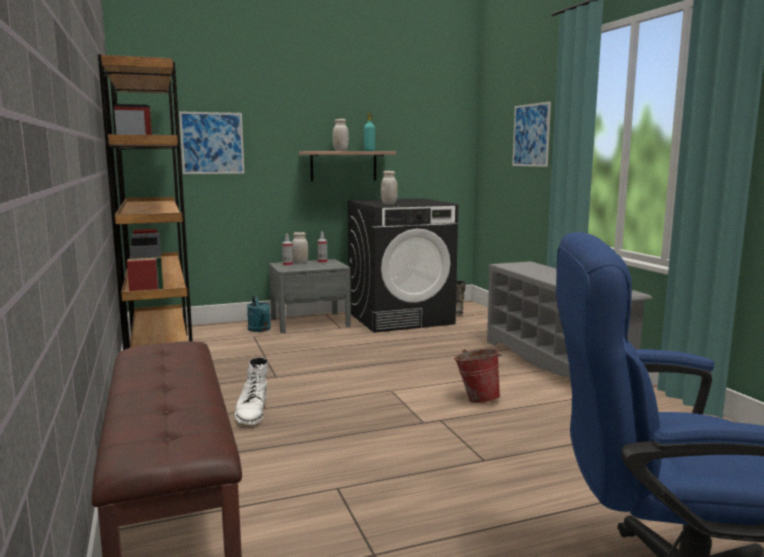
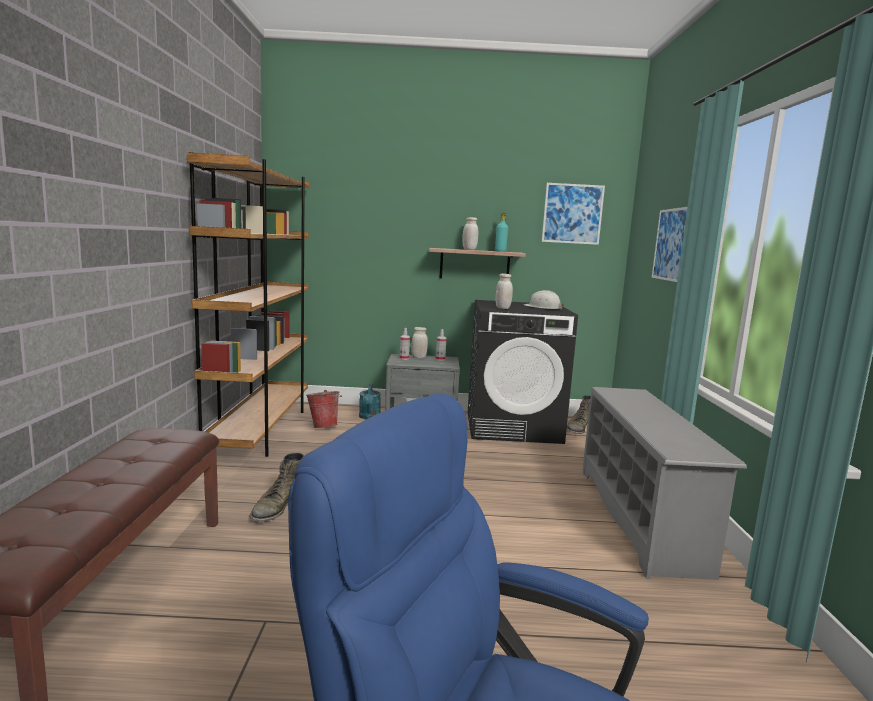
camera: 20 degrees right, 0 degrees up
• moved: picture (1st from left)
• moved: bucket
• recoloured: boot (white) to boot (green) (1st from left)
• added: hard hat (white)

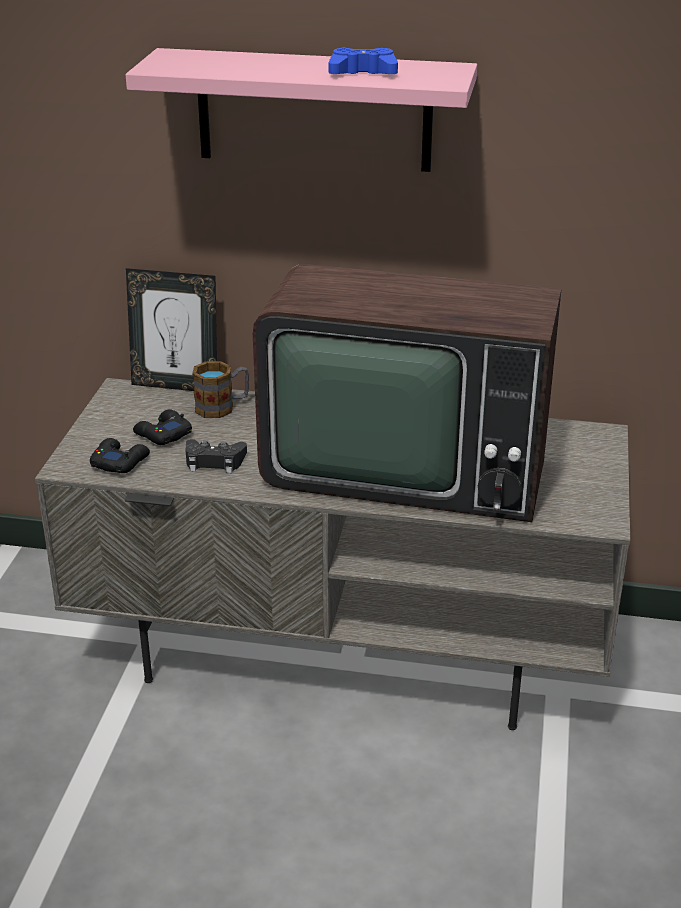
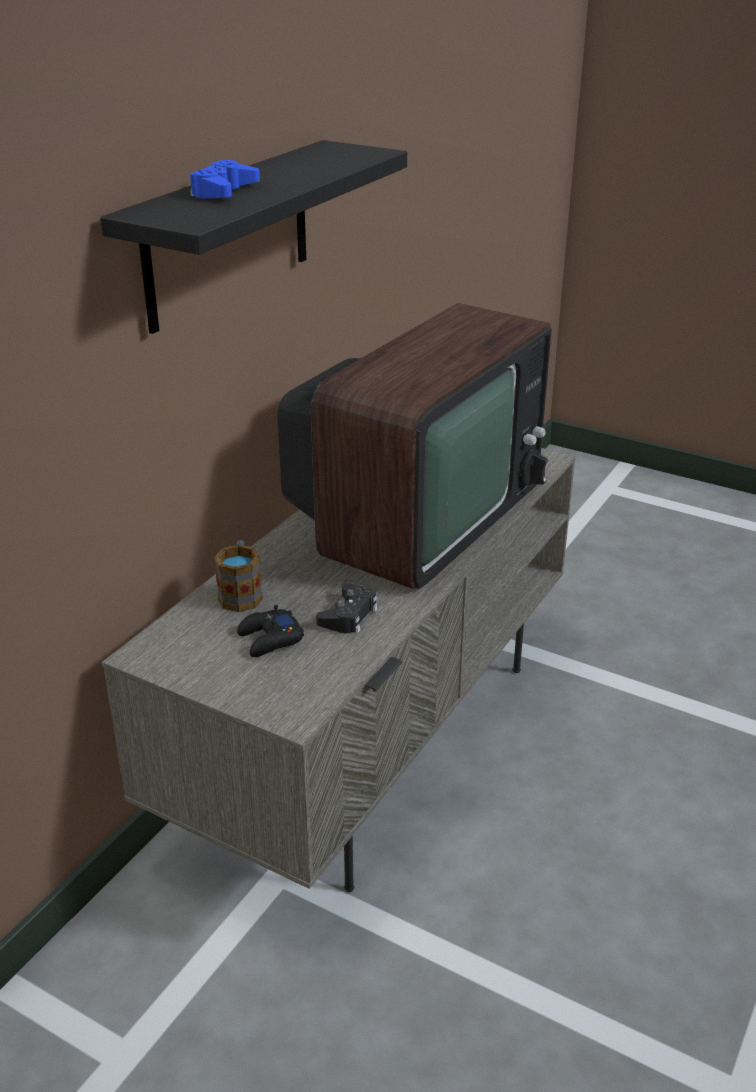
camera: 70 degrees left, 0 degrees up
• moved: game controller (blue)
• recoloured: shelf (pink) to shelf (black)
• removed: picture frame
• removed: game controller (black) (1st from left)

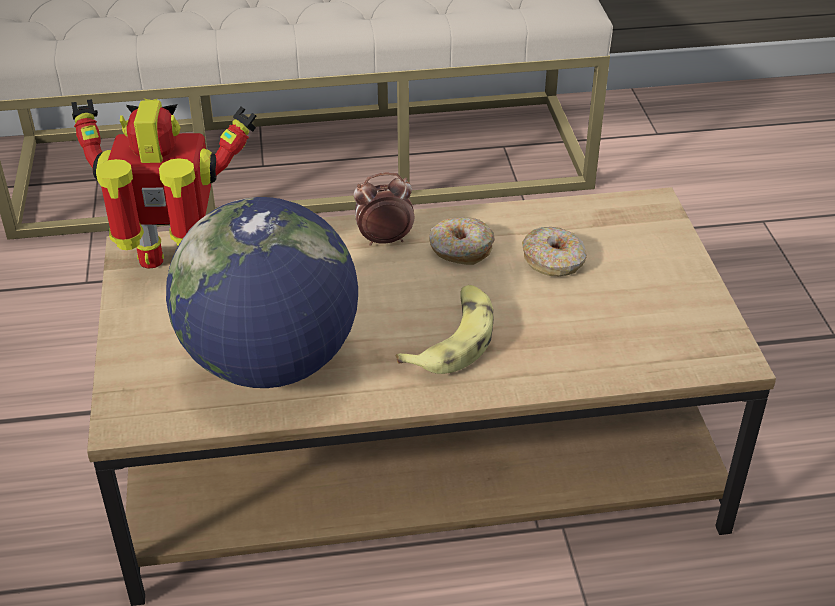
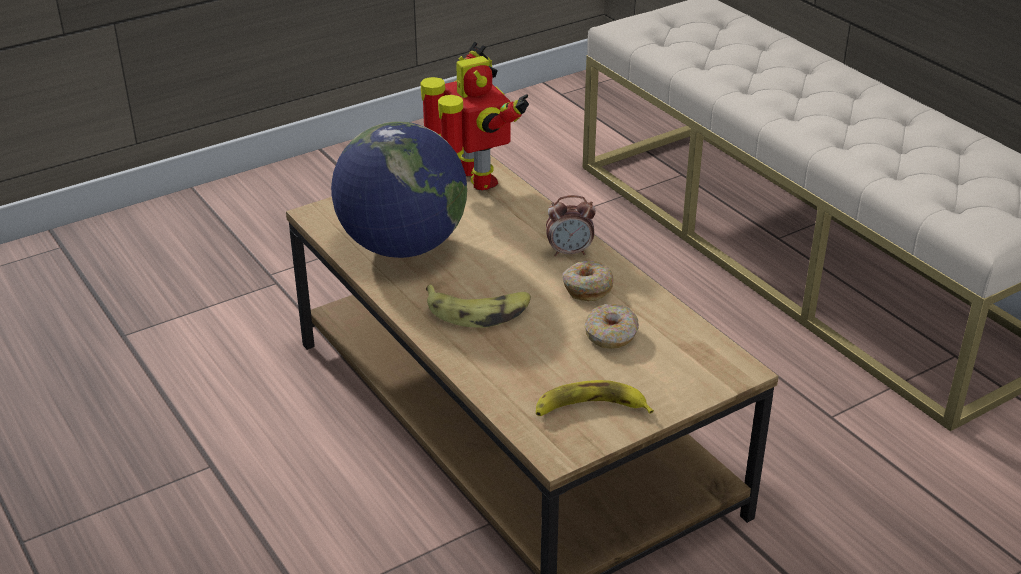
camera: 65 degrees right, 5 degrees down
• turned: alarm clock 120 degrees clockwise
• added: banana (2nd from left)

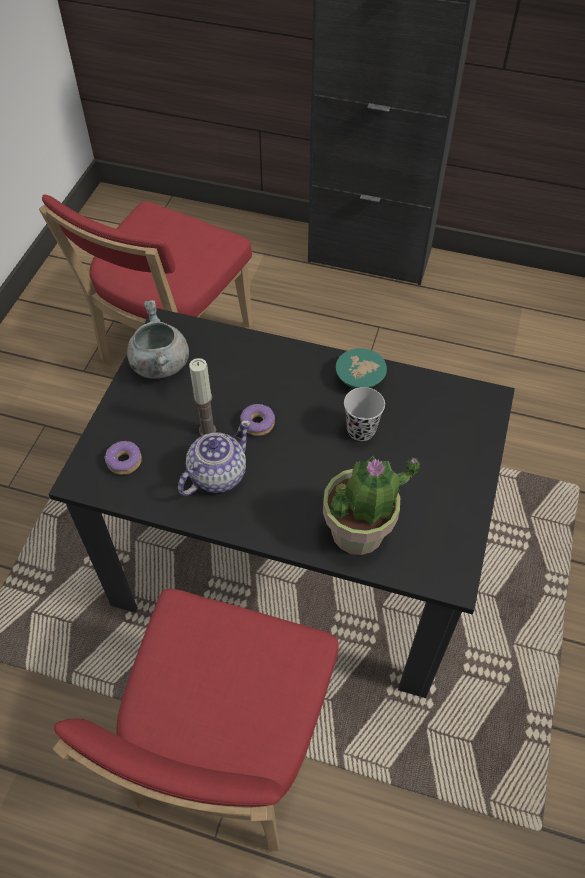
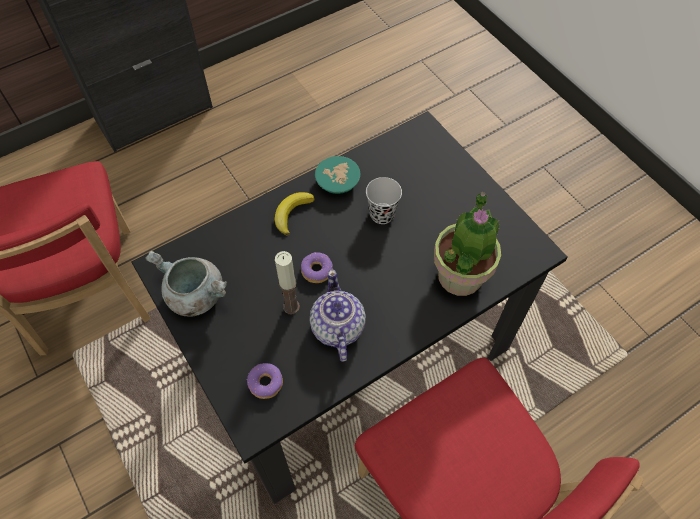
camera: 50 degrees left, 5 degrees up
• added: banana

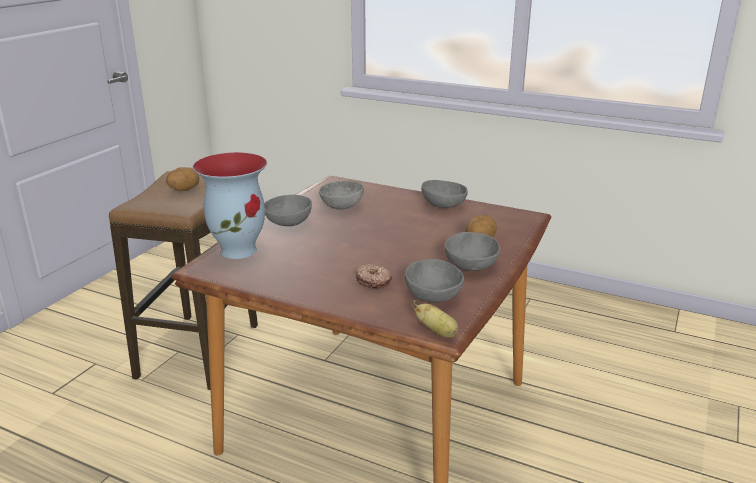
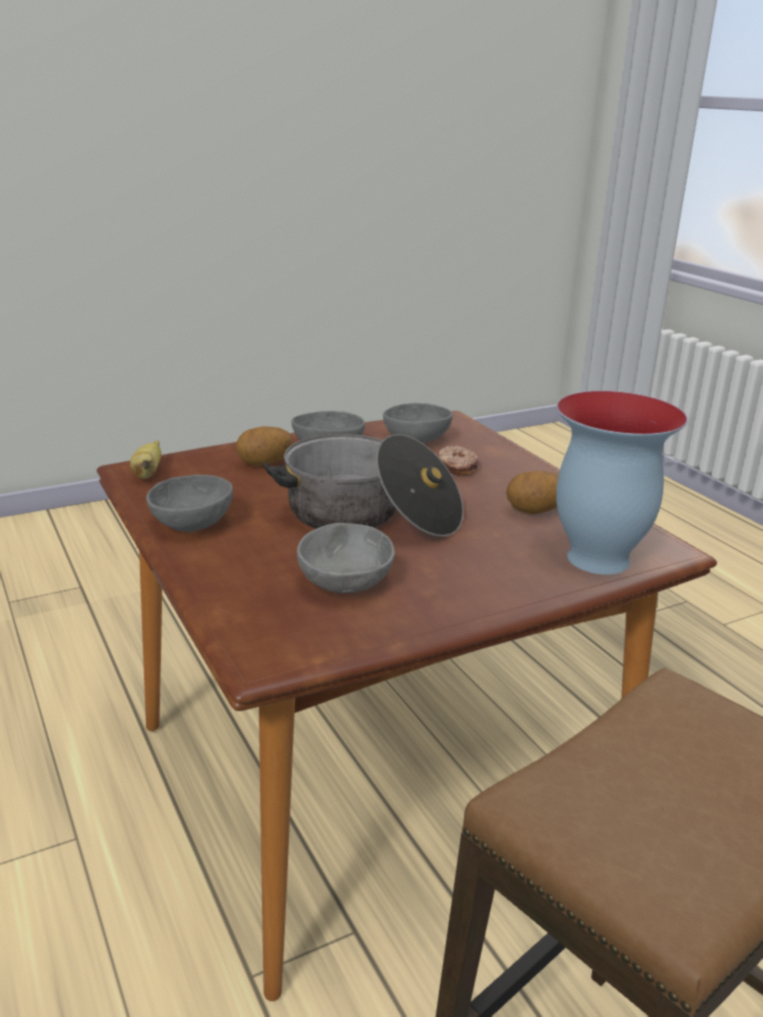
camera: 145 degrees left, 0 degrees up
• moved: potato (1st from left in the first image) to potato (2nd from left)
• removed: bowl (grey) (1st from left)
• moved: banana
• added: cooking pot

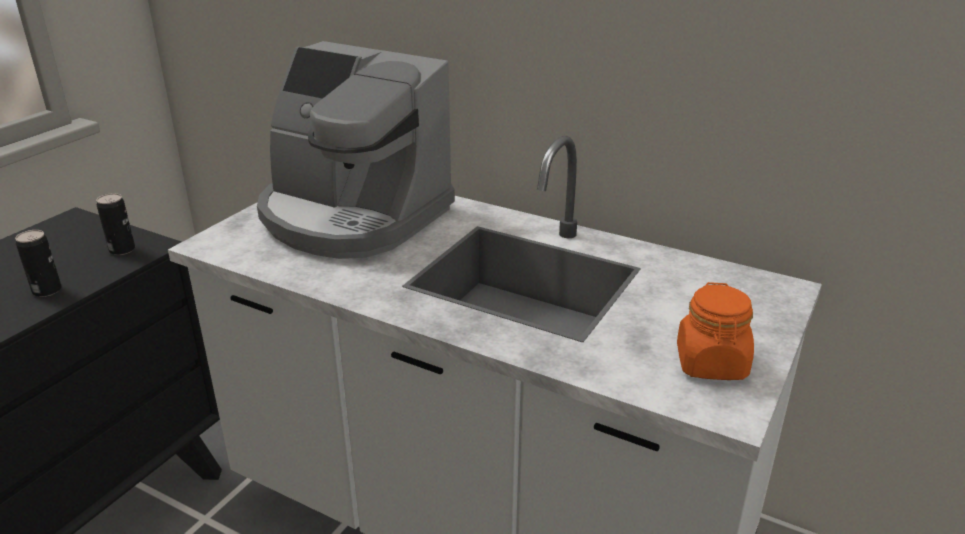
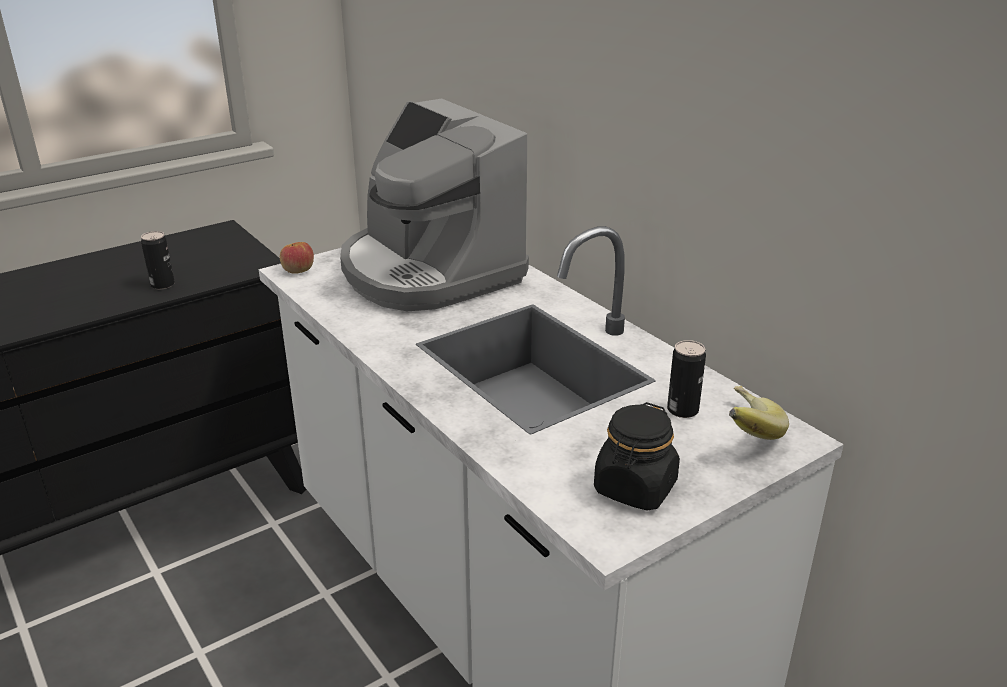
camera: 25 degrees right, 0 degrees up
• moved: can (2nd from left)
• recoloured: jar (orange) to jar (black)
• added: apple
• added: banana

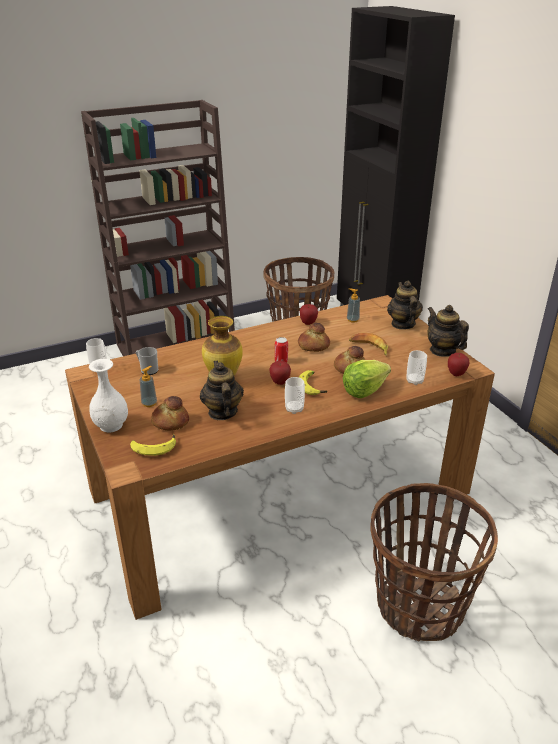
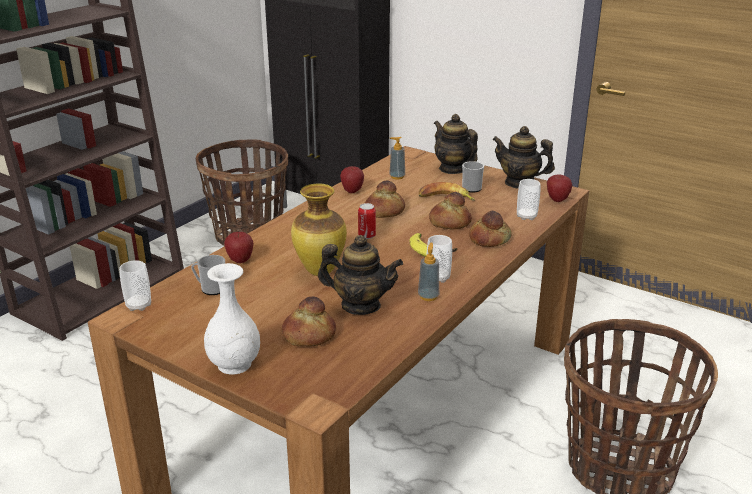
camera: 30 degrees left, 5 degrees down
• replaced: lettuce to bread (4th from left)
• turned: teapot (1st from left) 150 degrees clockwise
• moved: apple (1st from left)
• moved: soap dispenser (1st from left in the first image) to soap dispenser (2nd from left)
• removed: banana (1st from left)
• added: mug (2nd from left)

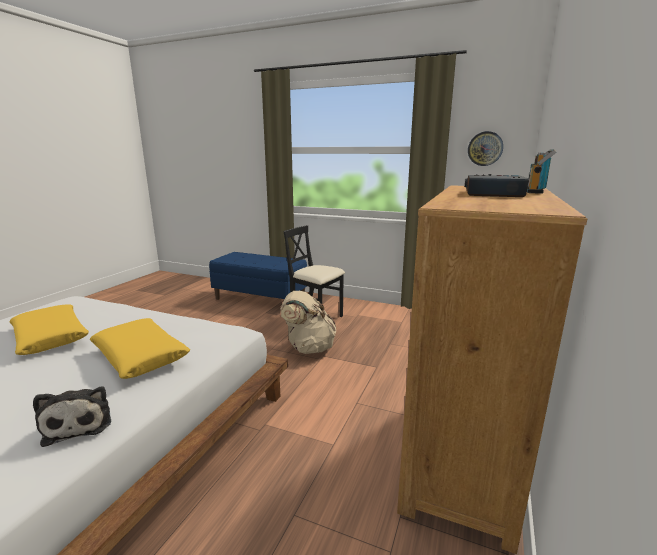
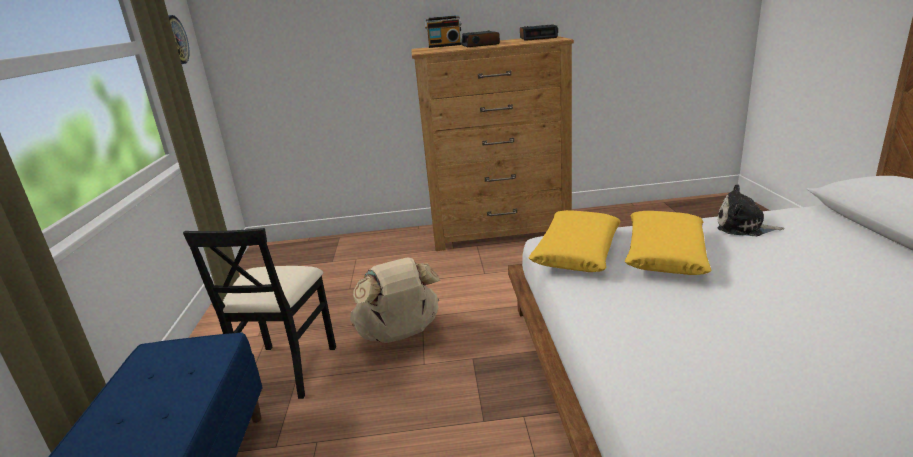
camera: 115 degrees left, 5 degrees up
• moved: pillow (yellow) (1st from left)
• turned: plush toy 105 degrees counterclockwise
• added: alarm clock (2nd from left)

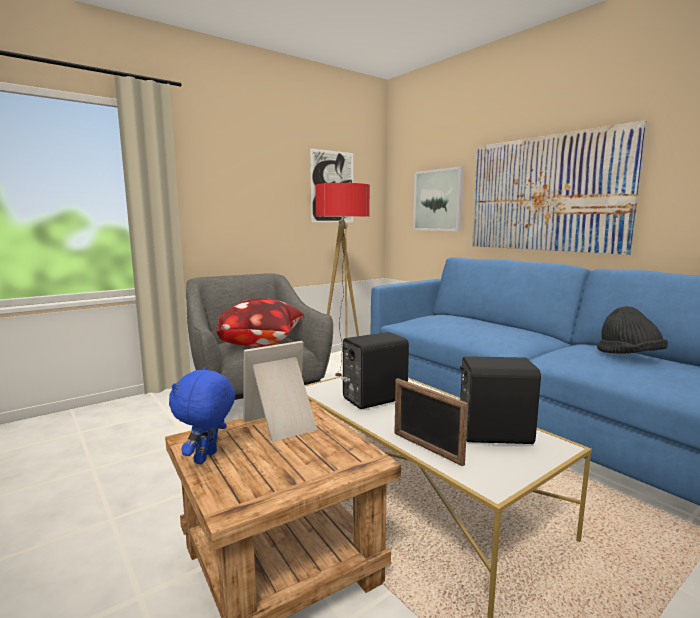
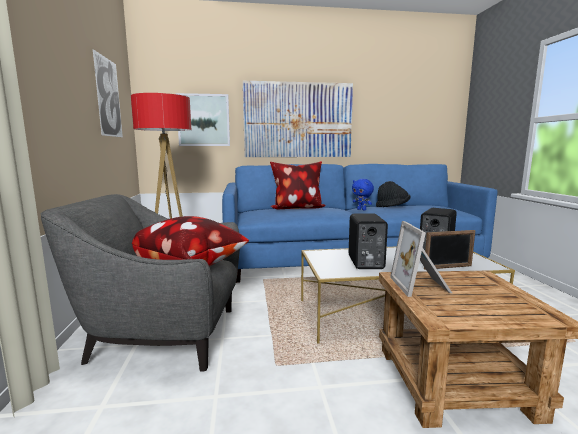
camera: 60 degrees left, 0 degrees up
• moved: plush toy (blue)
• added: pillow (2nd from left)

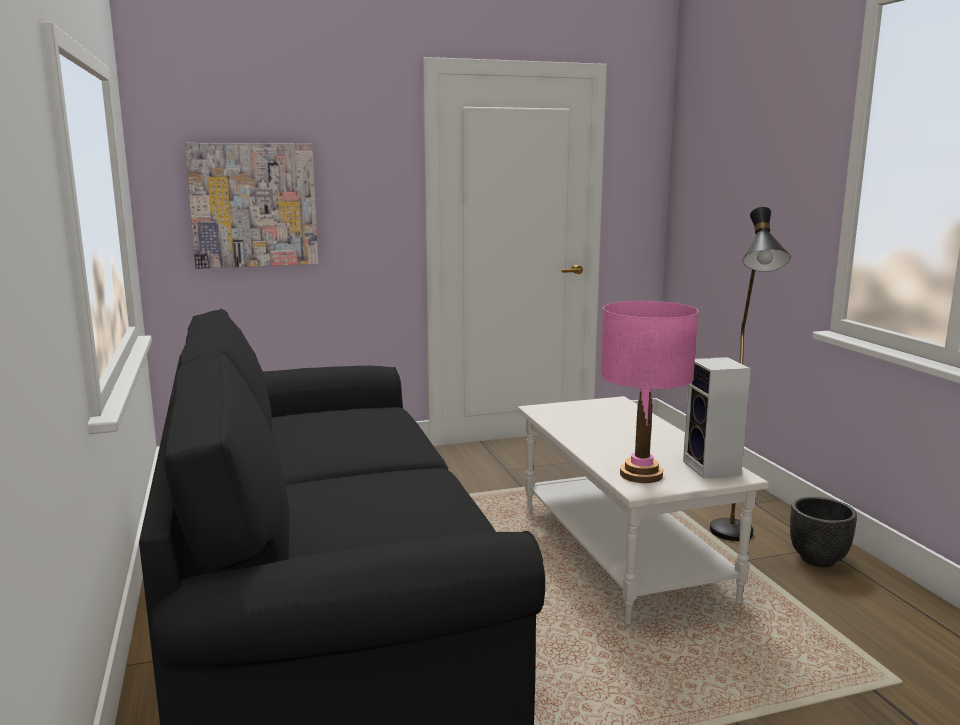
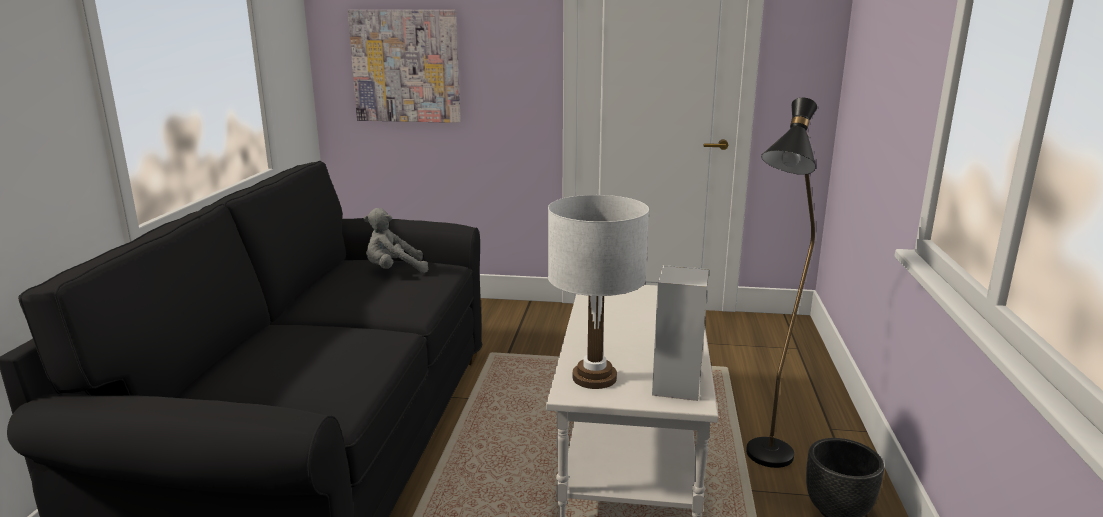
camera: 25 degrees right, 5 degrees up
• recoloured: table lamp (pink) to table lamp (white)
• added: plush toy (grey)

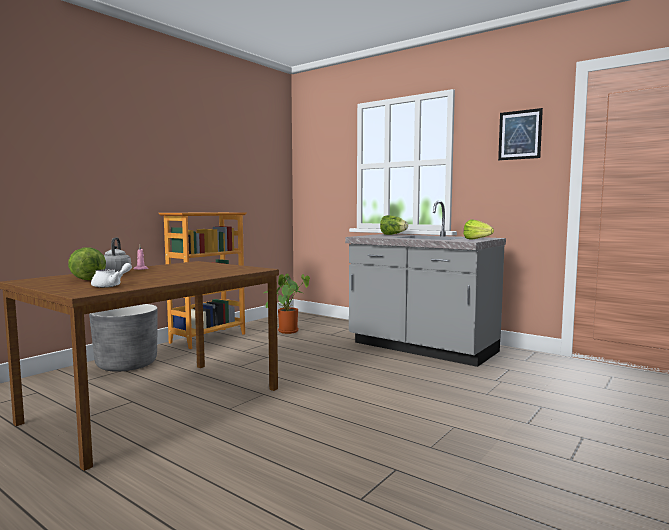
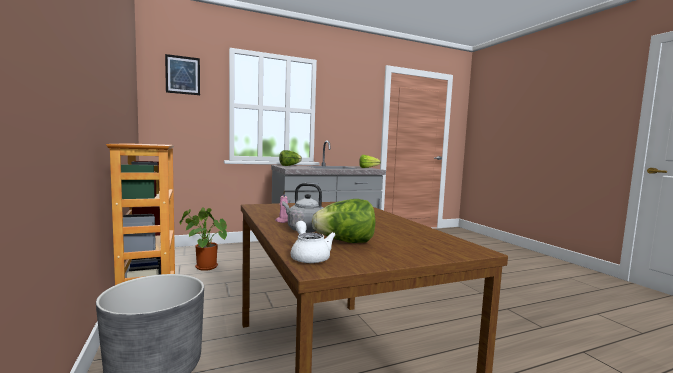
camera: 60 degrees left, 0 degrees up
• moved: picture
• moved: teapot (white)

